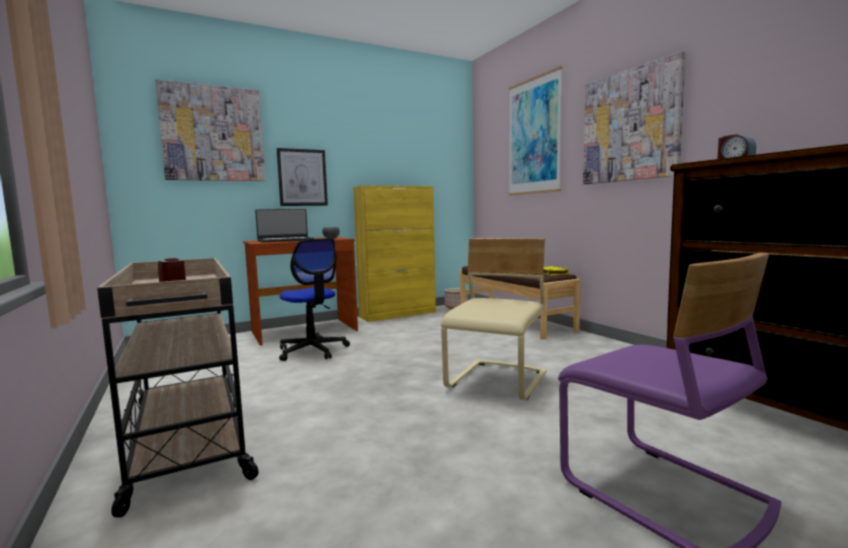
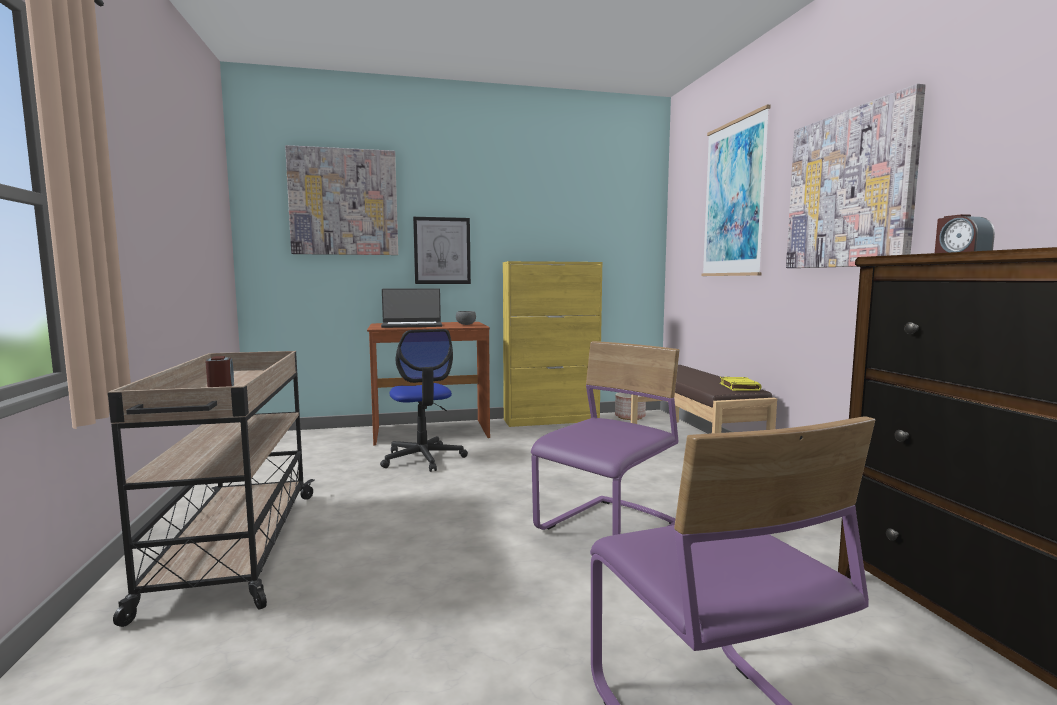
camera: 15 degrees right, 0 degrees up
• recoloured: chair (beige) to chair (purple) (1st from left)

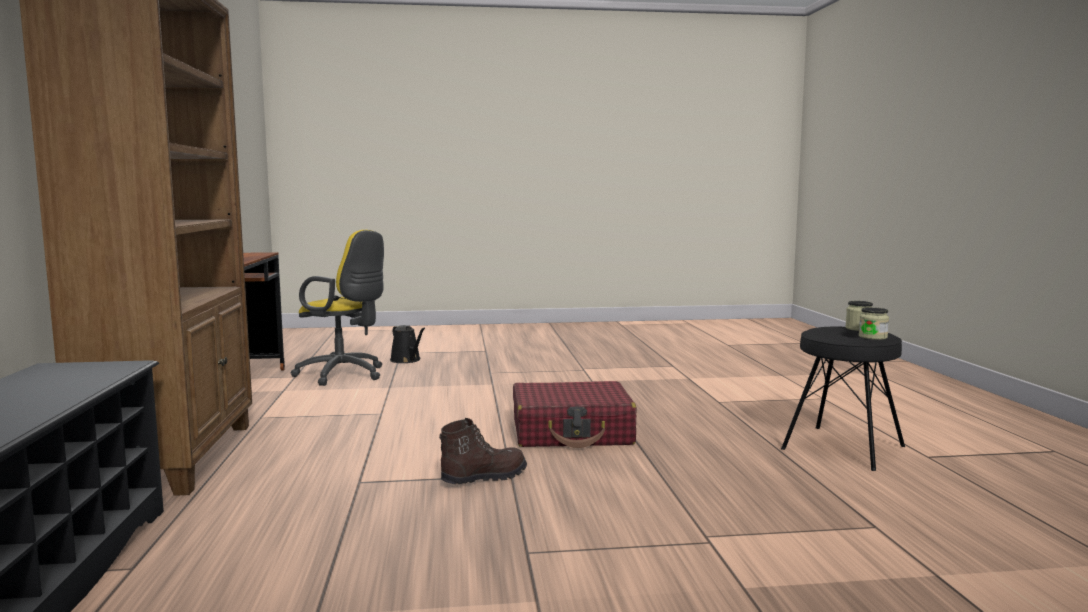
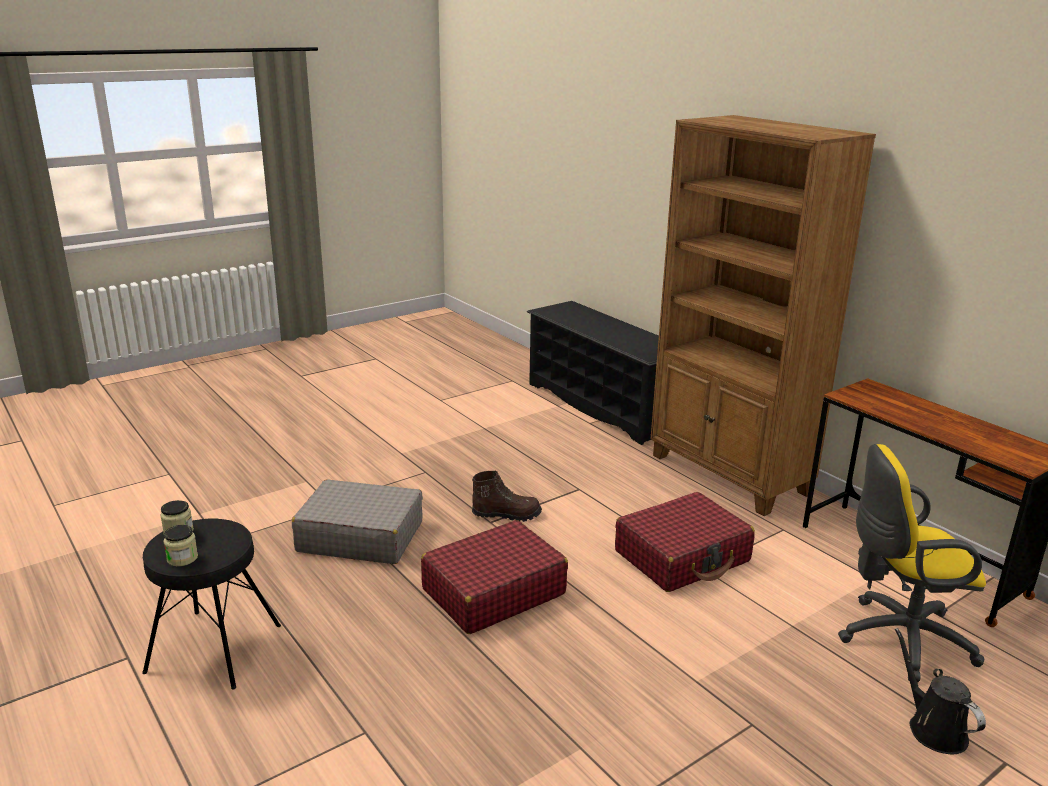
camera: 150 degrees right, 15 degrees up
• turned: watering can (black) 45 degrees clockwise
• turned: boot (brown) 120 degrees counterclockwise
• added: suitcase (grey)
• added: suitcase (red) (2nd from left)

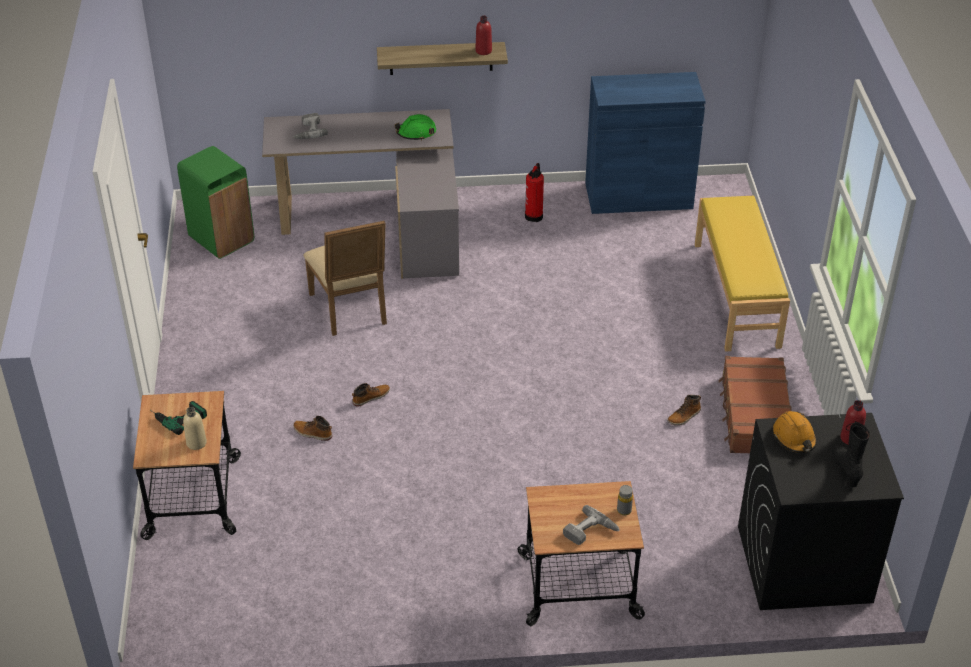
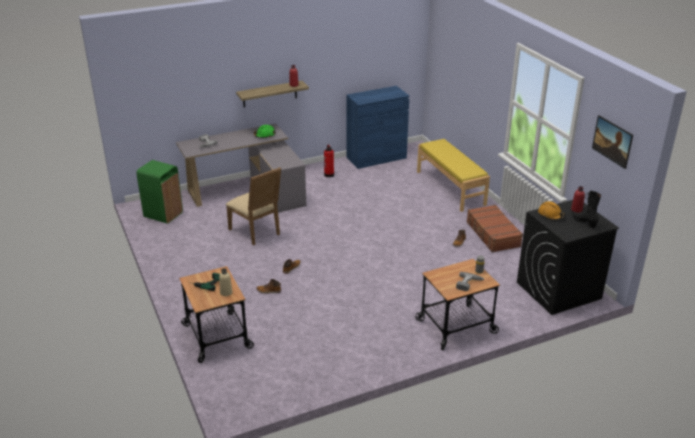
camera: 20 degrees left, 10 degrees down
• added: picture

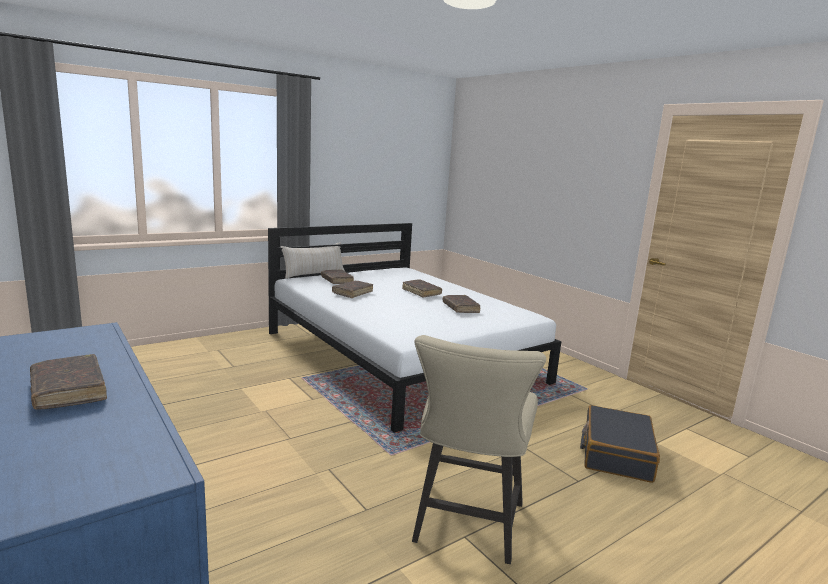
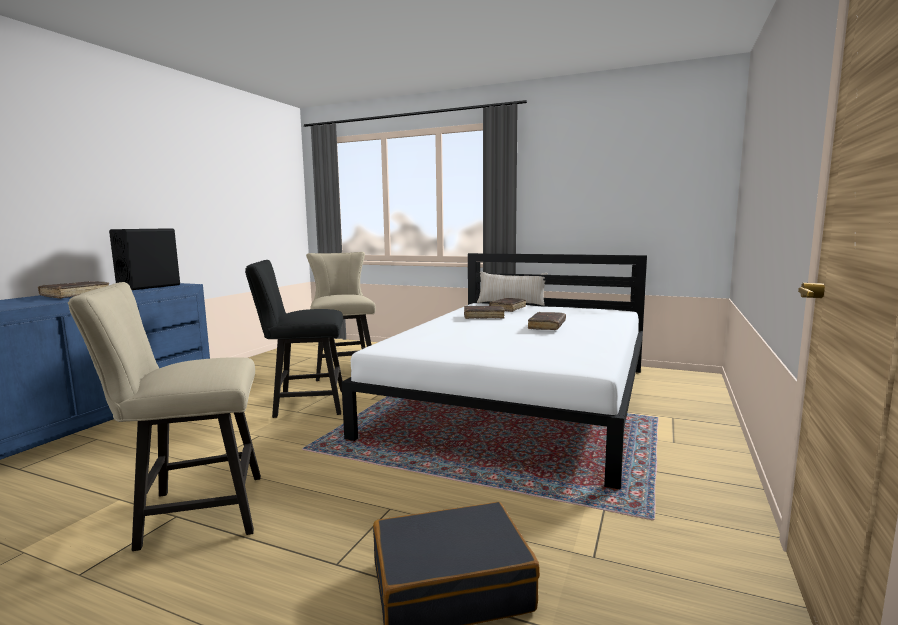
camera: 60 degrees right, 5 degrees down
• removed: book (brown) (5th from left)
• added: speaker (black)
• added: chair (beige) (2nd from left)
• added: chair (black)

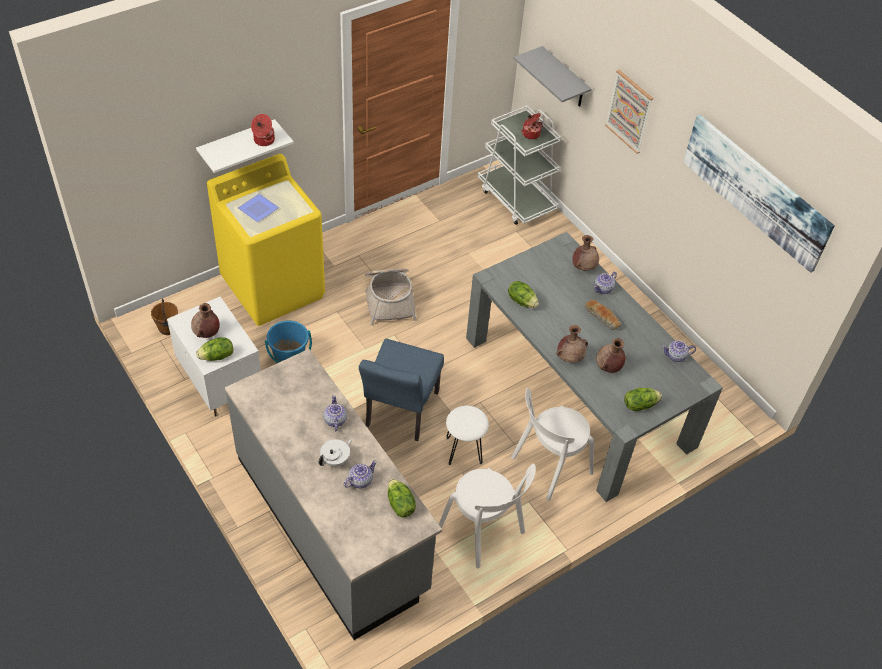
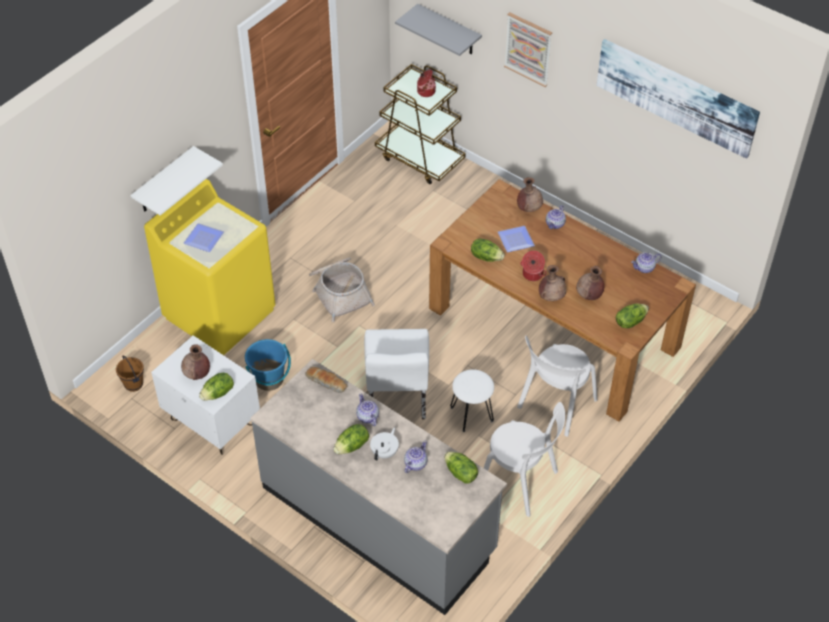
camera: 15 degrees left, 0 degrees up
• recoloured: cart (white) to cart (brown)
• moved: cooking pot (1st from left in the first image) to cooking pot (2nd from left)
• recoloured: dining table (grey) to dining table (brown)
• moved: bread
• recoloured: chair (blue) to chair (white) (1st from left)
• added: plate (2nd from left)
• added: lettuce (2nd from left)

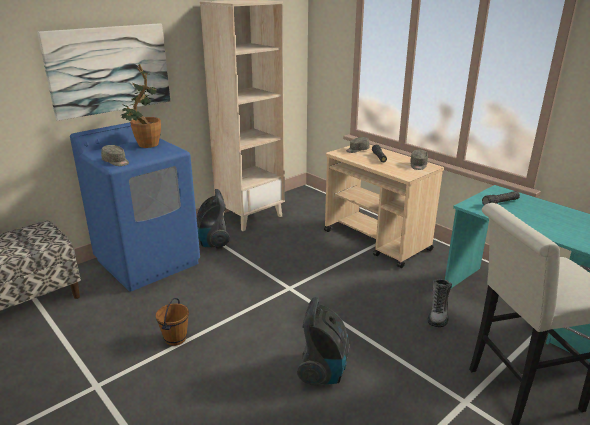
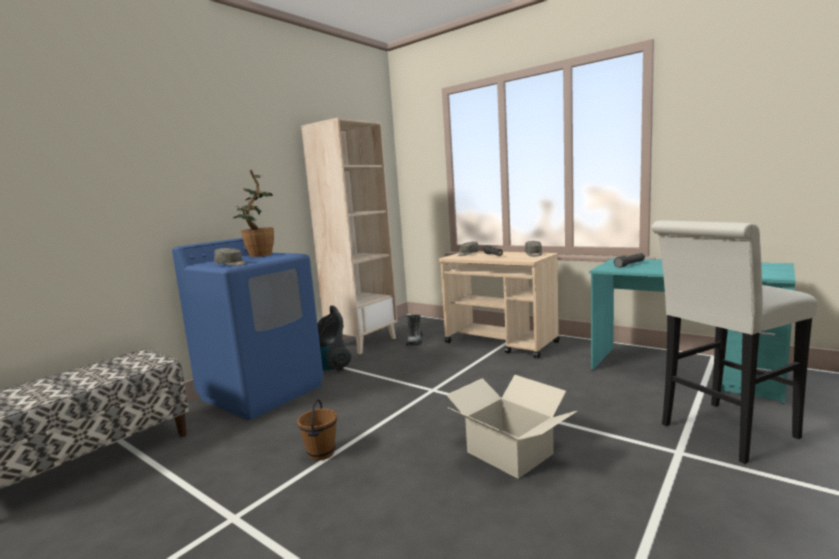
camera: 10 degrees left, 15 degrees down
• removed: picture
• moved: boot
• replaced: vacuum cleaner (2nd from left) to cardboard box

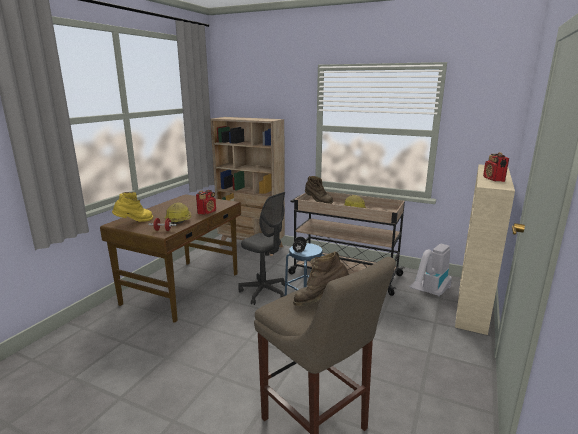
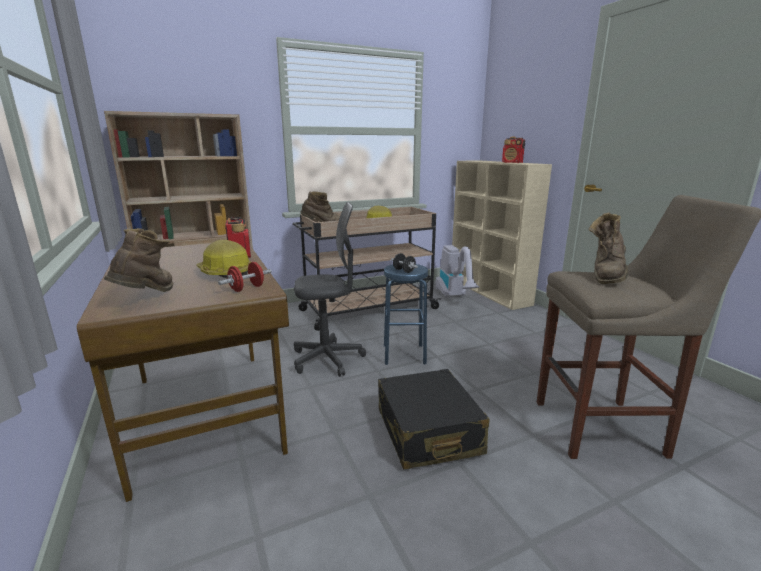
camera: 50 degrees left, 0 degrees up
• recoloured: boot (yellow) to boot (brown) (1st from left)
• added: suitcase (black)

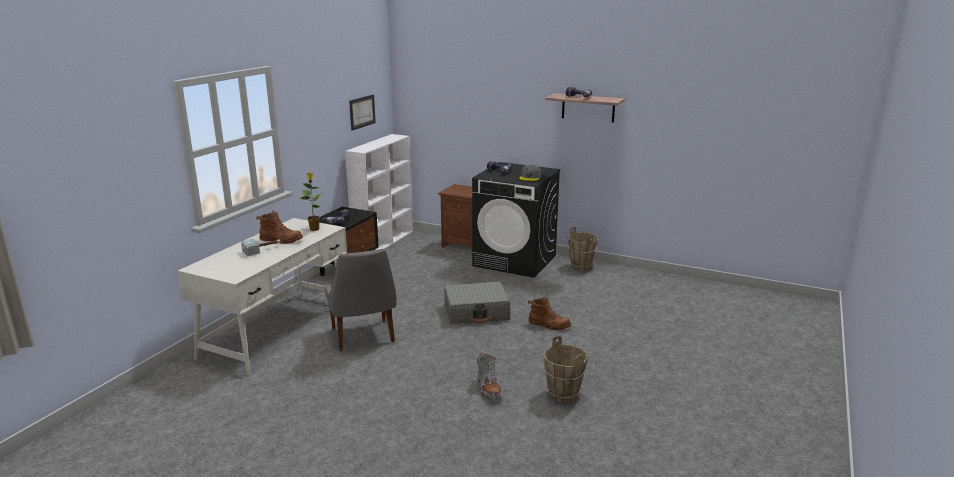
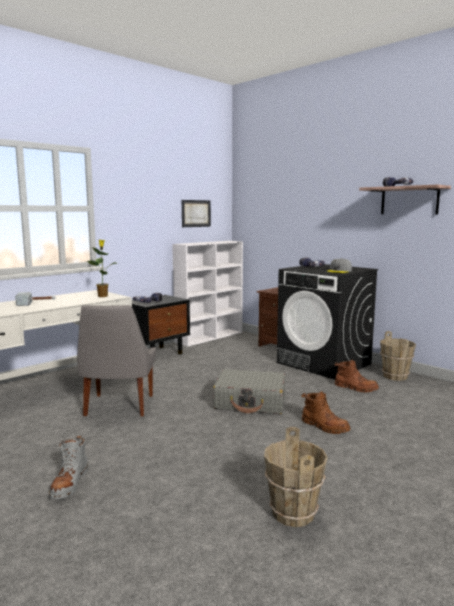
camera: 20 degrees right, 10 degrees down
• moved: boot (brown) (1st from left in the first image) to boot (brown) (2nd from left)
• moved: boot (grey)

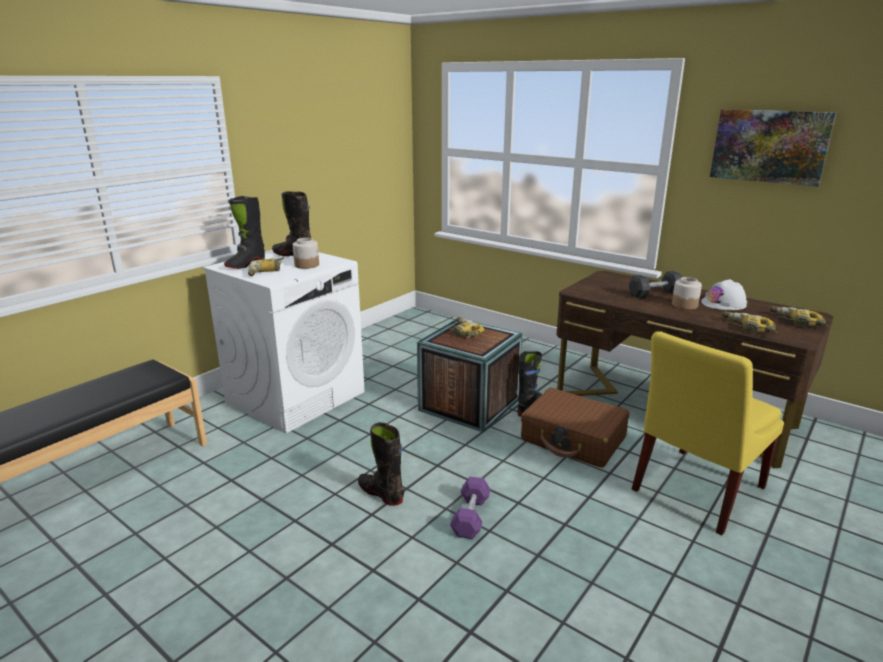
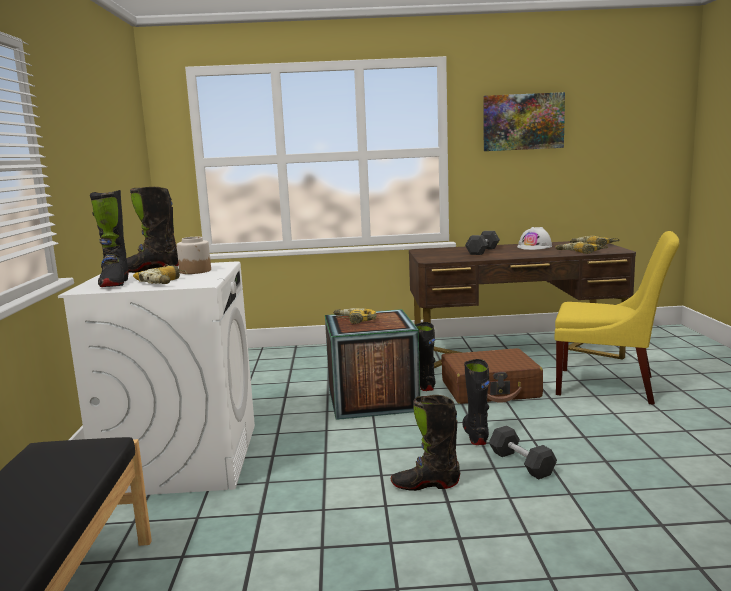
camera: 40 degrees left, 10 degrees down
• removed: jar (2nd from left)
• turned: chair (yellow) 75 degrees counterclockwise
• recoloured: dumbbell (purple) to dumbbell (grey) (2nd from left)
• added: boot (black) (5th from left)

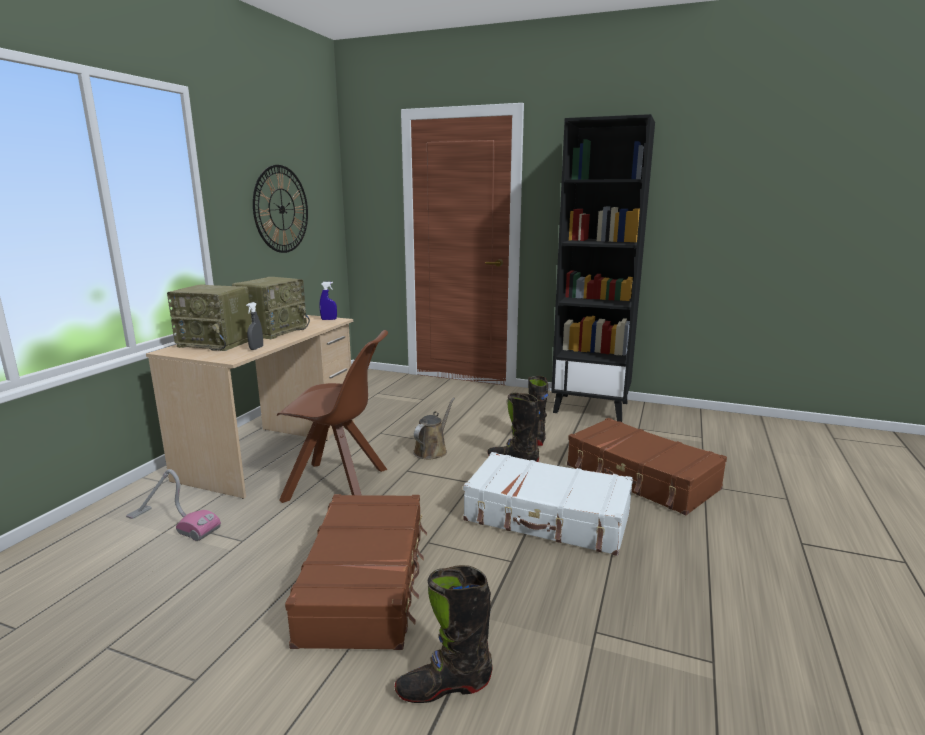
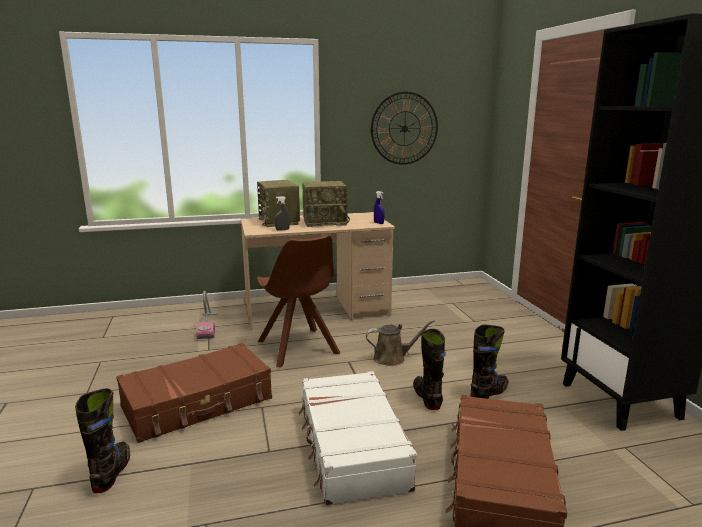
camera: 55 degrees right, 0 degrees up
• turned: boot (black) (1st from left) 45 degrees clockwise

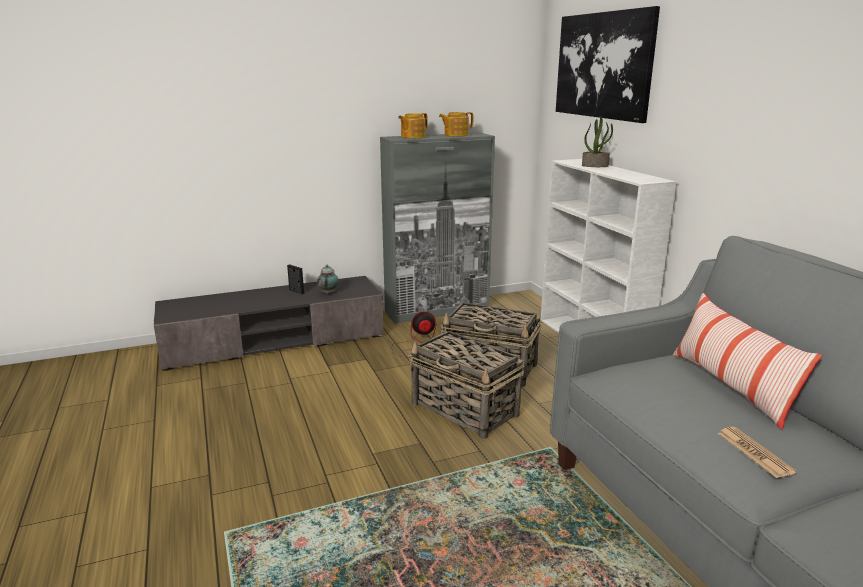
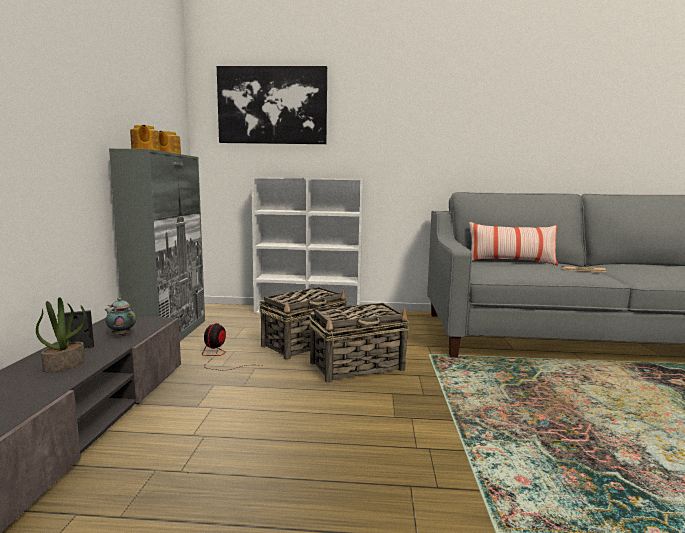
camera: 65 degrees left, 10 degrees down
• moved: potted plant

